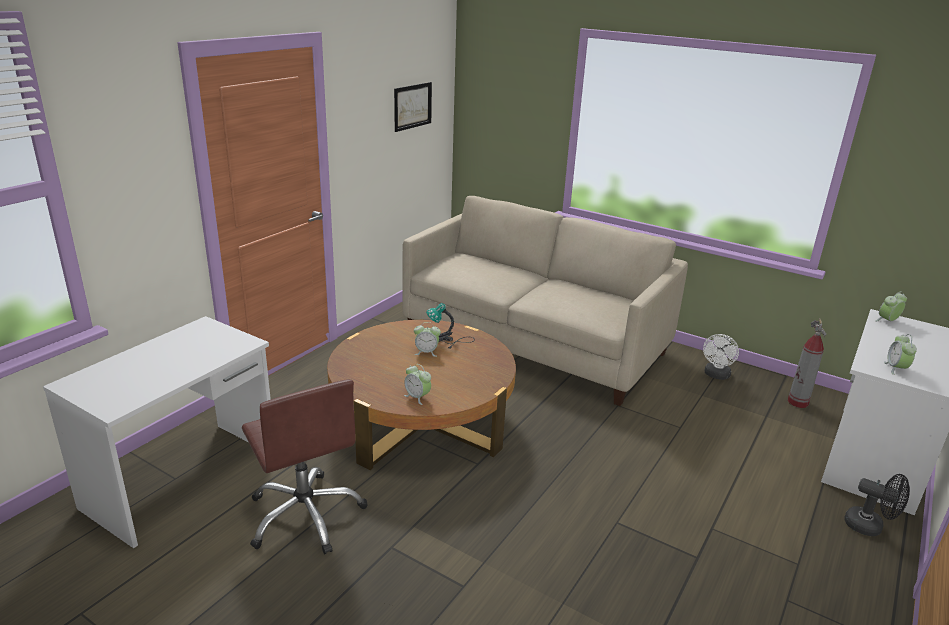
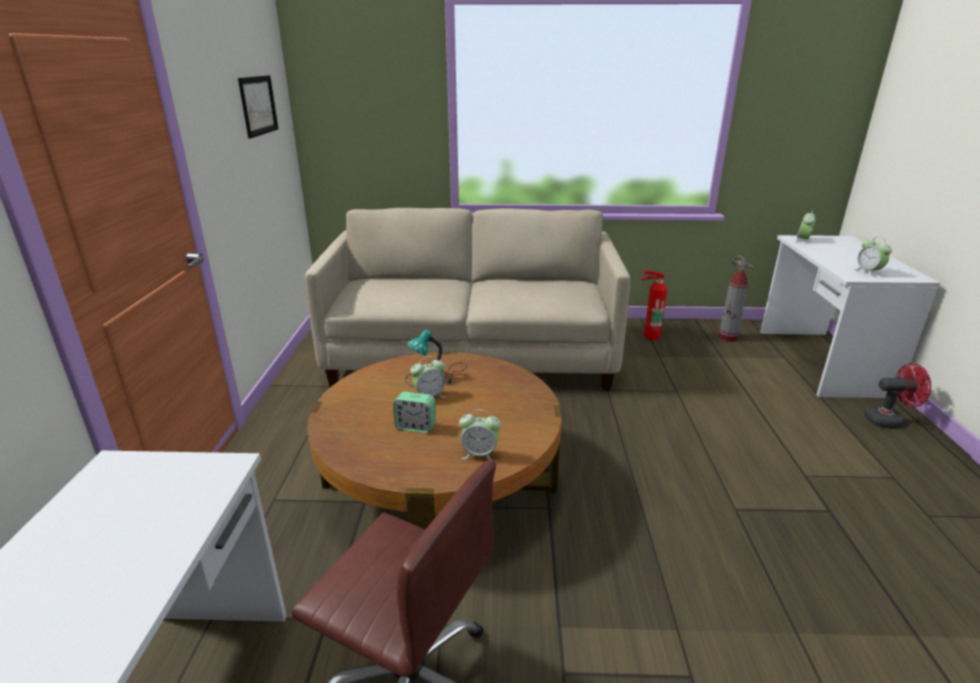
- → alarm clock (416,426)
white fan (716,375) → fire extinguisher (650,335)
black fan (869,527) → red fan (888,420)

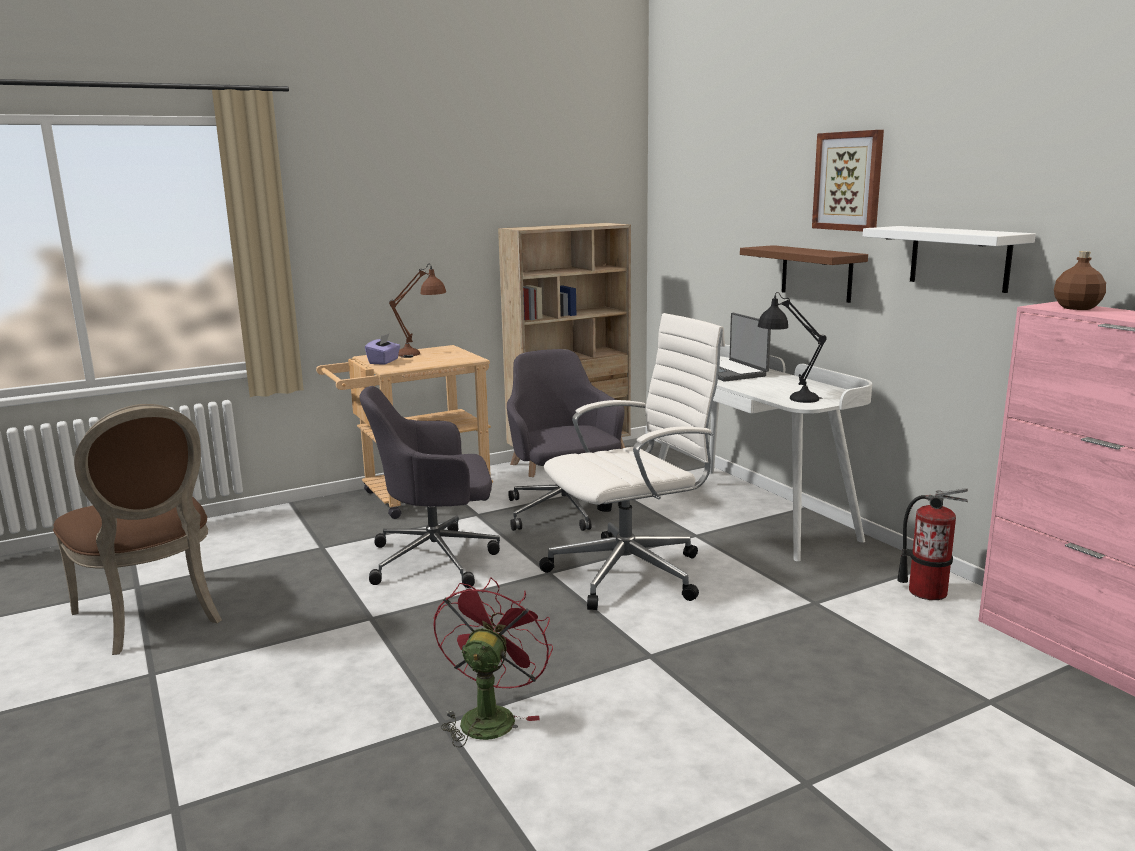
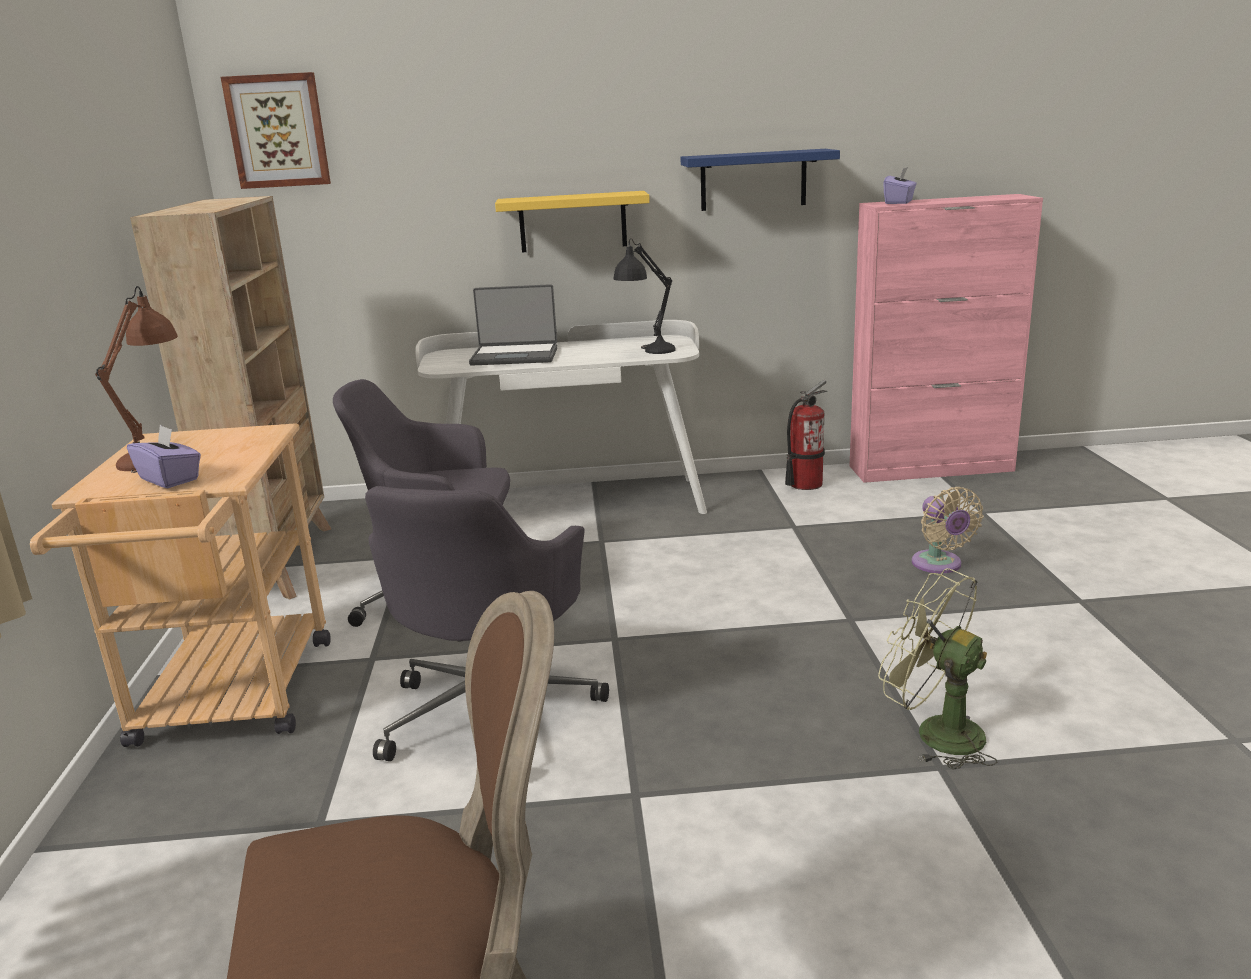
picture (848,181) → picture (278,131), move
brown shelf (816,273) → yellow shelf (572,222)
white shelf (959,258) → blue shelf (753,180)
red fan (490,715) → green fan (935,732)
brown bottle (1077,308) → purple tissue box (899,202)
- → beige fan (939,565)
white office chair (631,573) → -

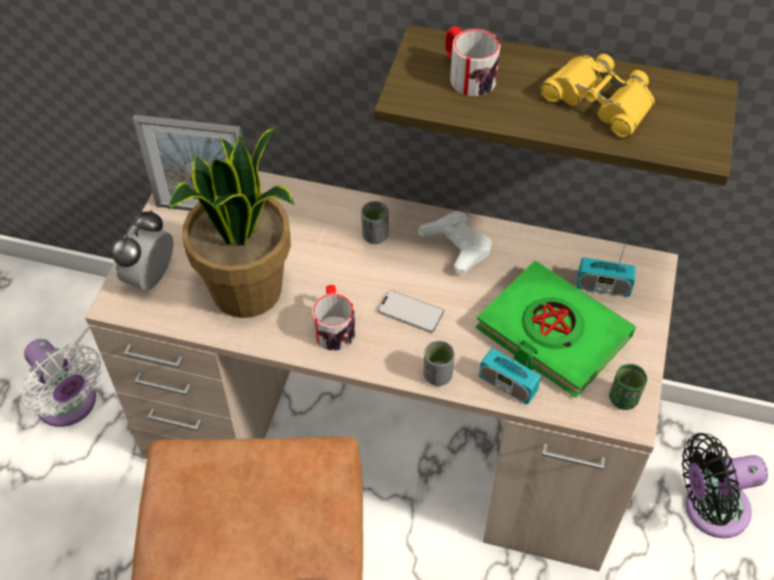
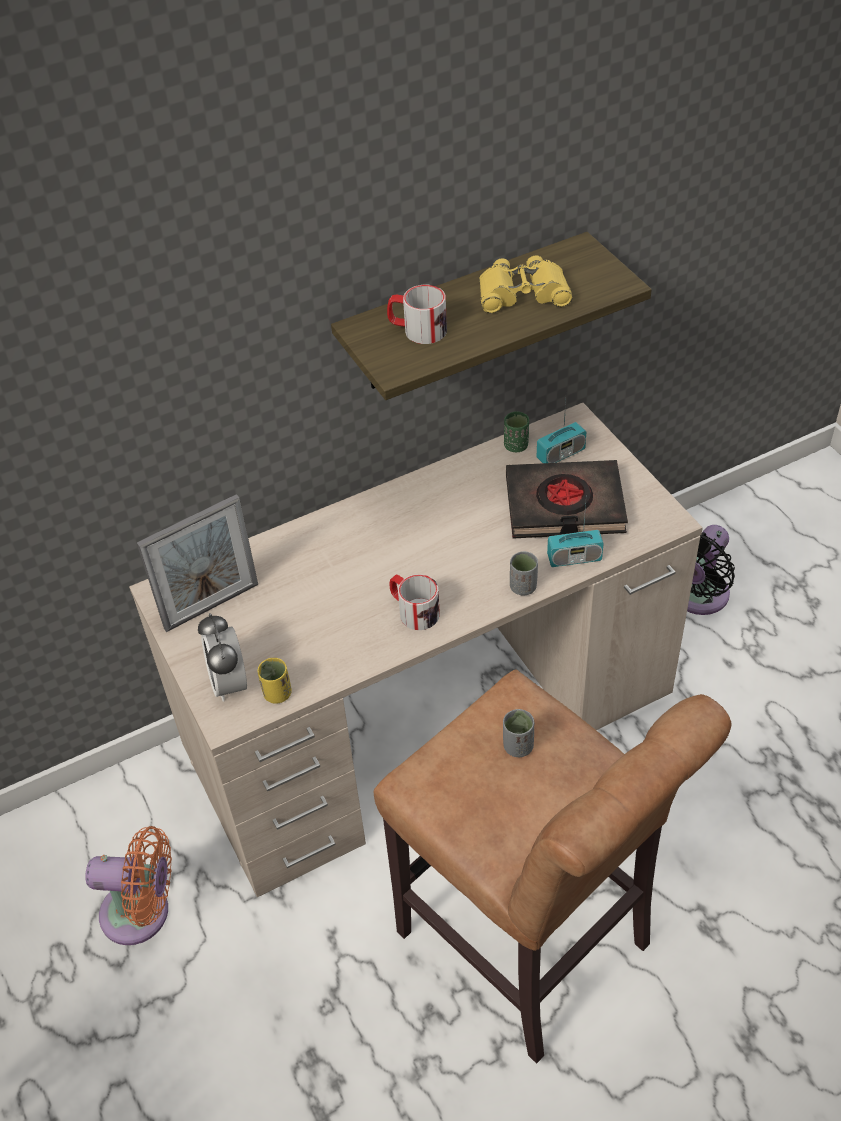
white fan (69,405) → orange fan (142,913)
- → yellow cup (277,693)
grey cup (375,236) → grey cup (518,746), move
green cup (623,399) → green cup (516,446), move
green book (552,334) → black book (564,506)
potted plant (248,291) → -
phone (410,312) → -
white game controller (456,245) → -

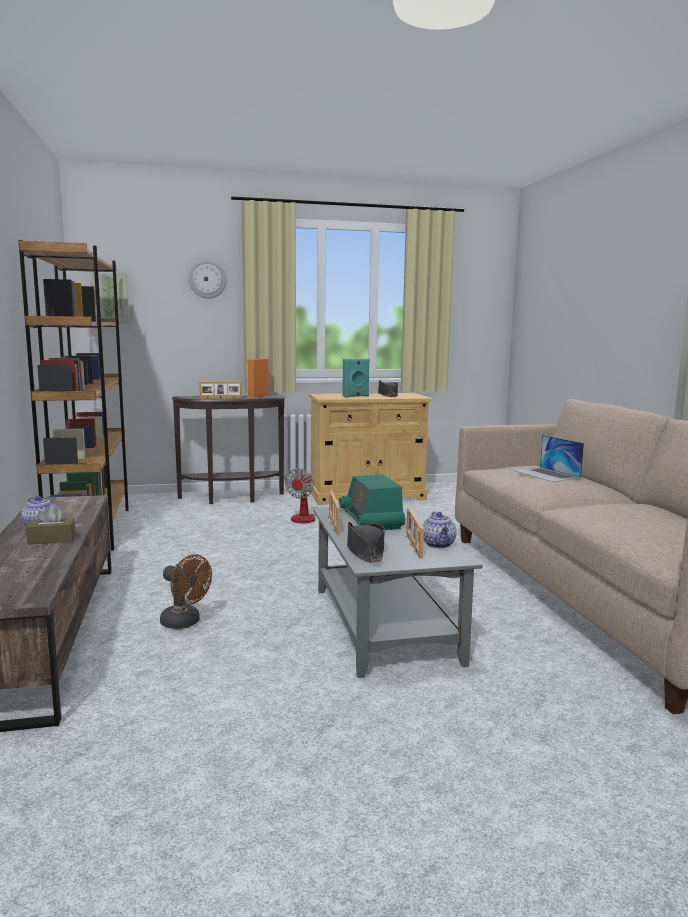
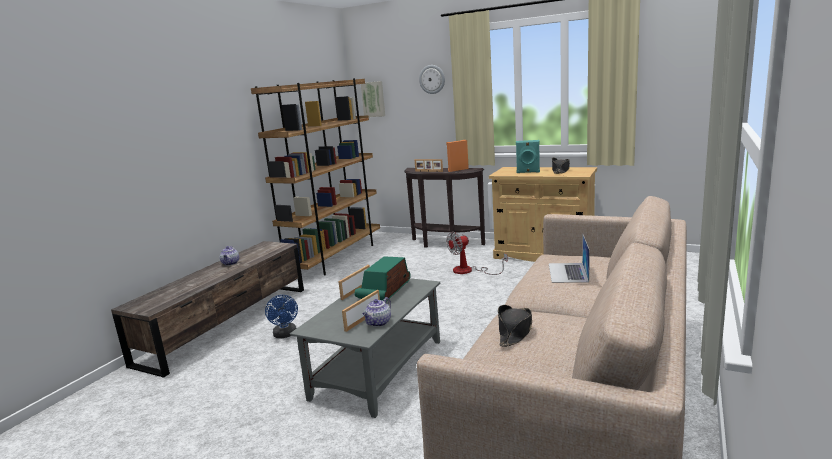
brown fan (185,623) → blue fan (285,335)
black hat (365,551) → black hat (515,331), move
brown tissue box (52,539) → -

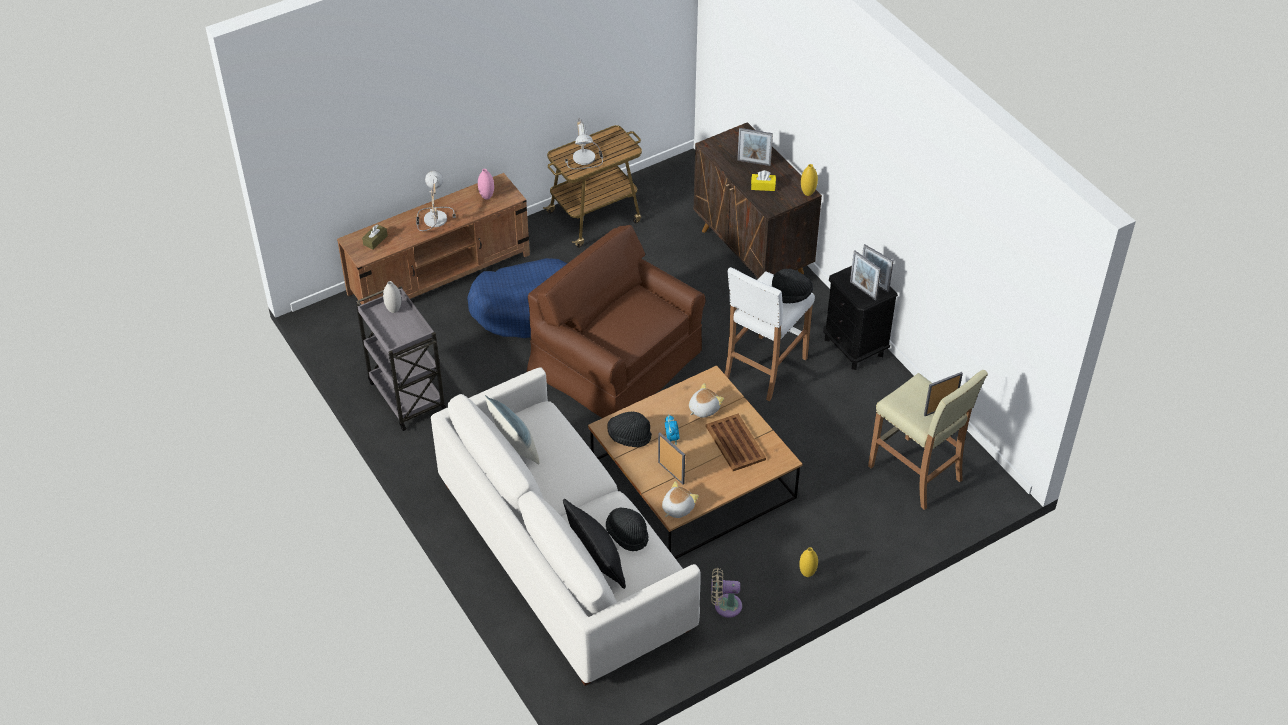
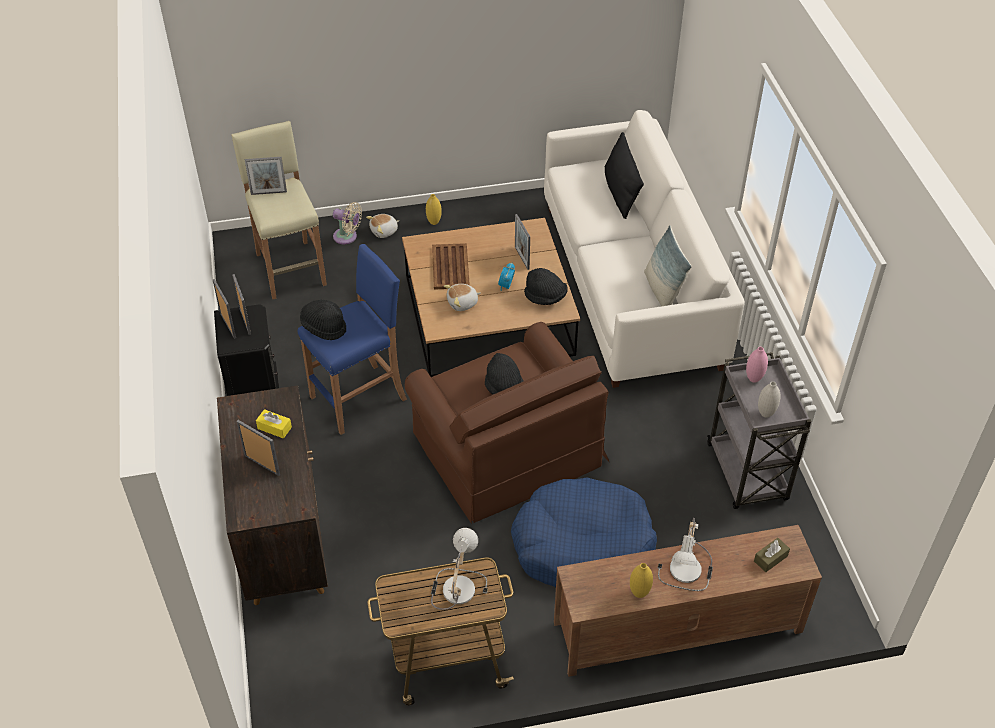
white stool (764,368) → blue stool (359,398)
beige fan (724,605) → beige fan (347,237), move
plush toy (677,508) → plush toy (384,231), move
black hat (627,534) → black hat (504,387), move
yellow vase (808,193) → yellow vase (639,593), move
pink vase (487,197) → pink vase (753,379), move

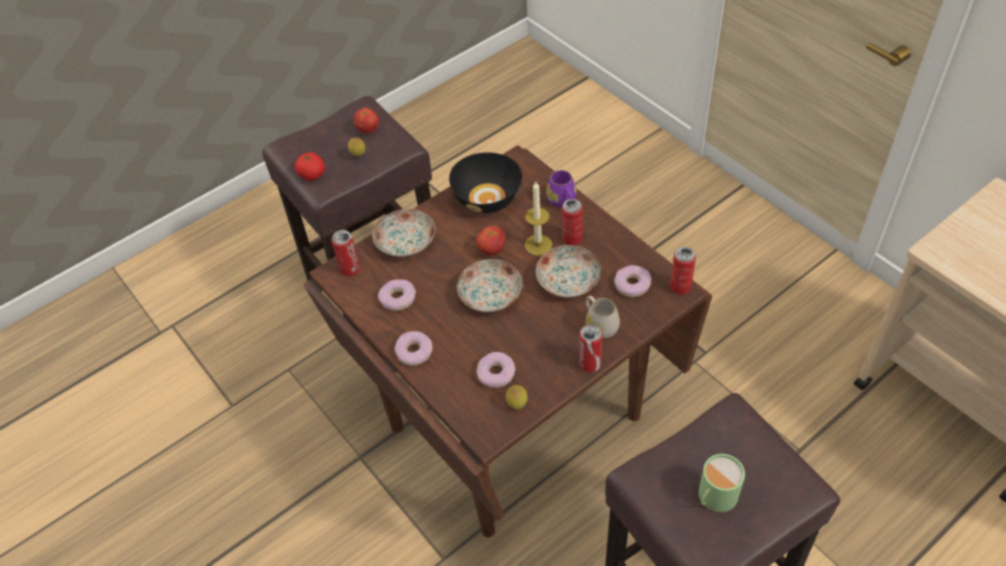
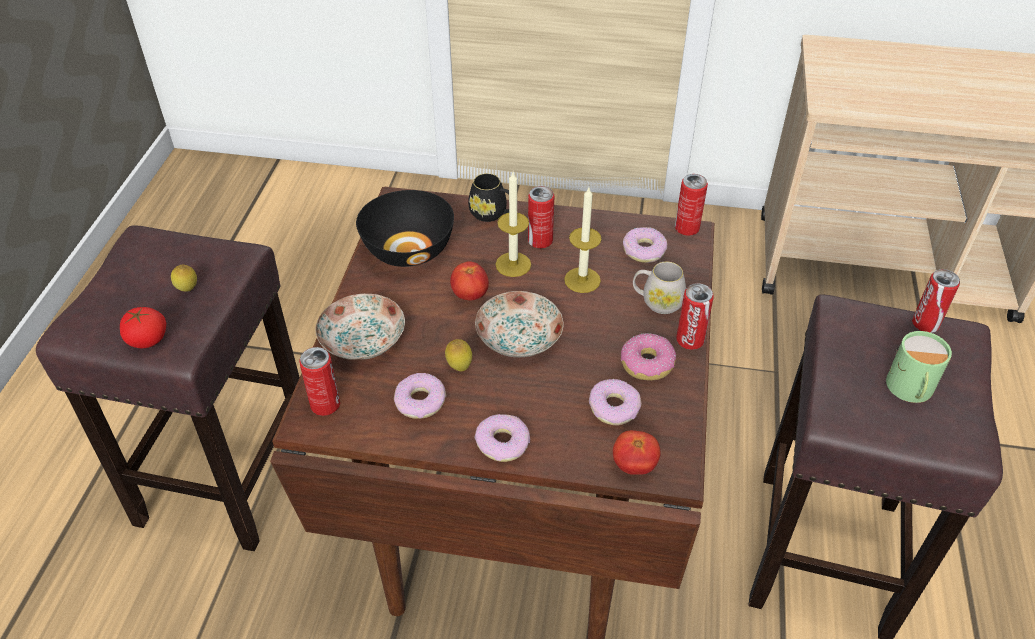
lemon (517,405) → lemon (459,367), move
purple mug (563,202) → black mug (492,214)
plate (569,281) → candle (582,280)
tomato (368,130) → tomato (634,465), move
- → donut (647,363)
- → can (925,324)

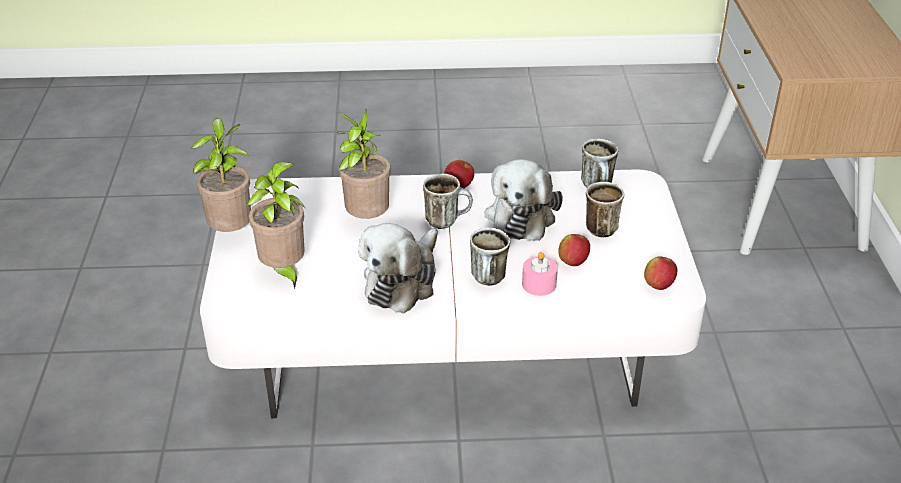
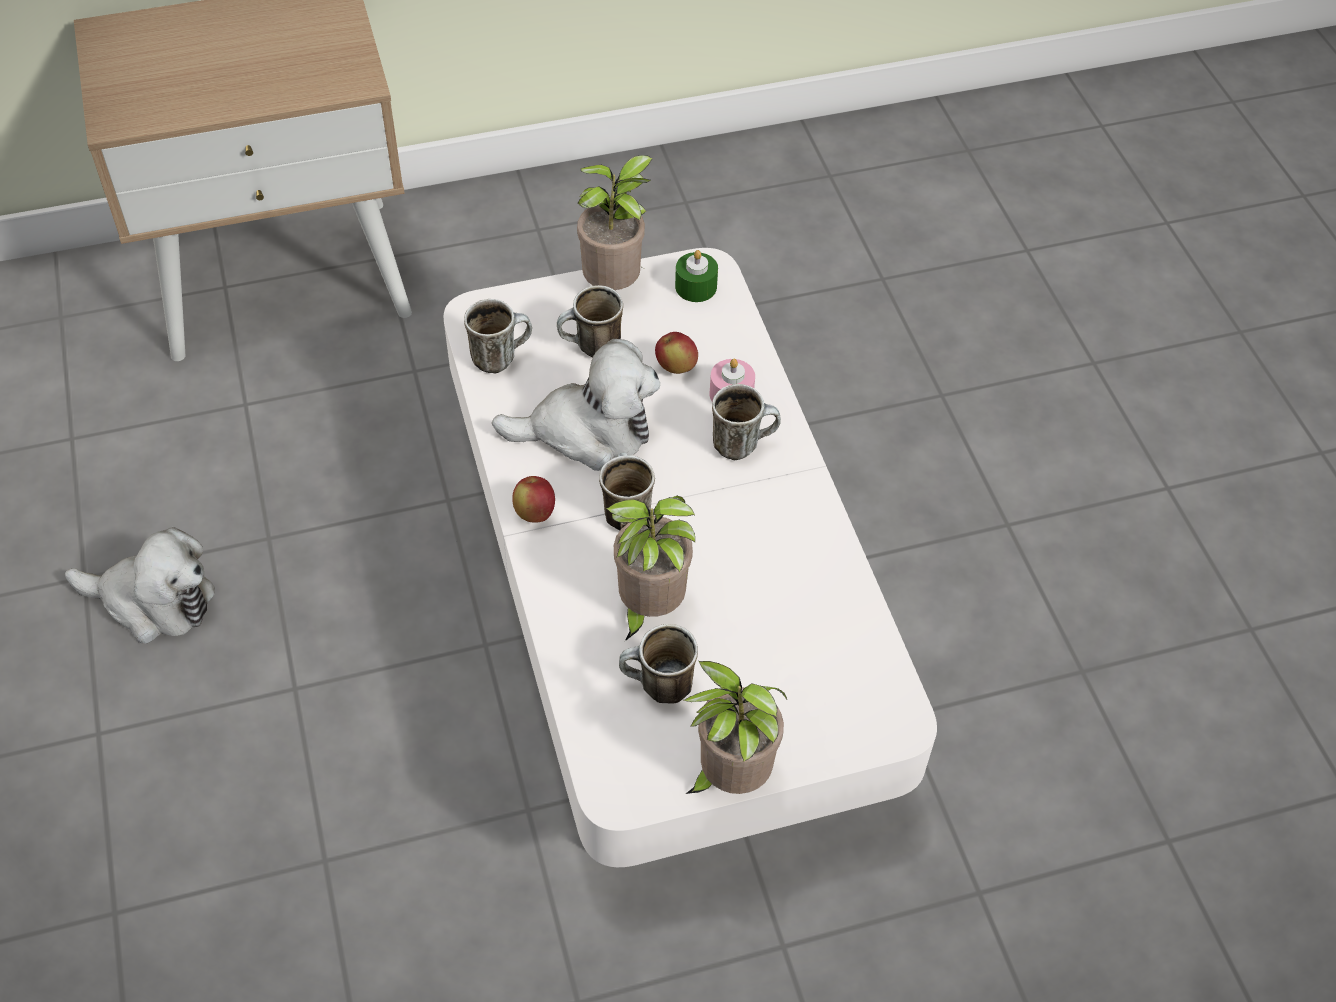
plush toy (402,281) → plush toy (153,601), move
potted plant (283,271) → potted plant (615,286), move
- → mug (657,688)
apple (658,285) → green candle (696,287)

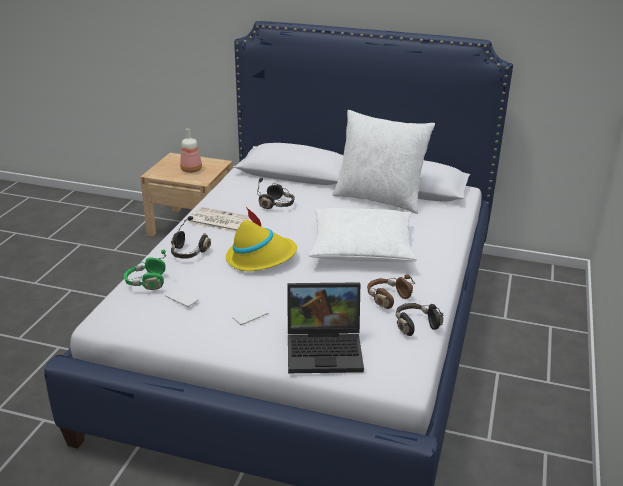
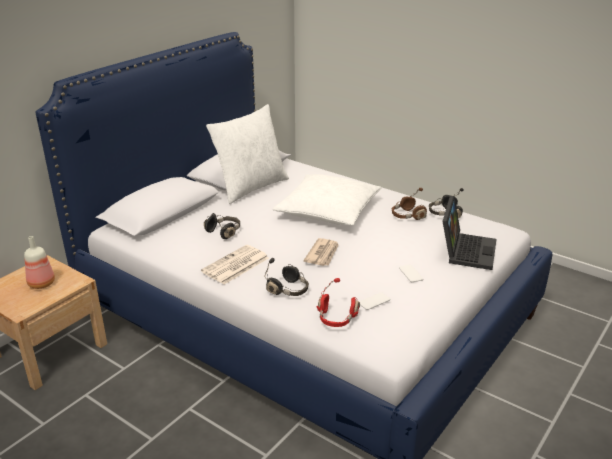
yellow hat (261,258) → newspaper (322,254)
green headphones (146,282) → red headphones (336,318)

